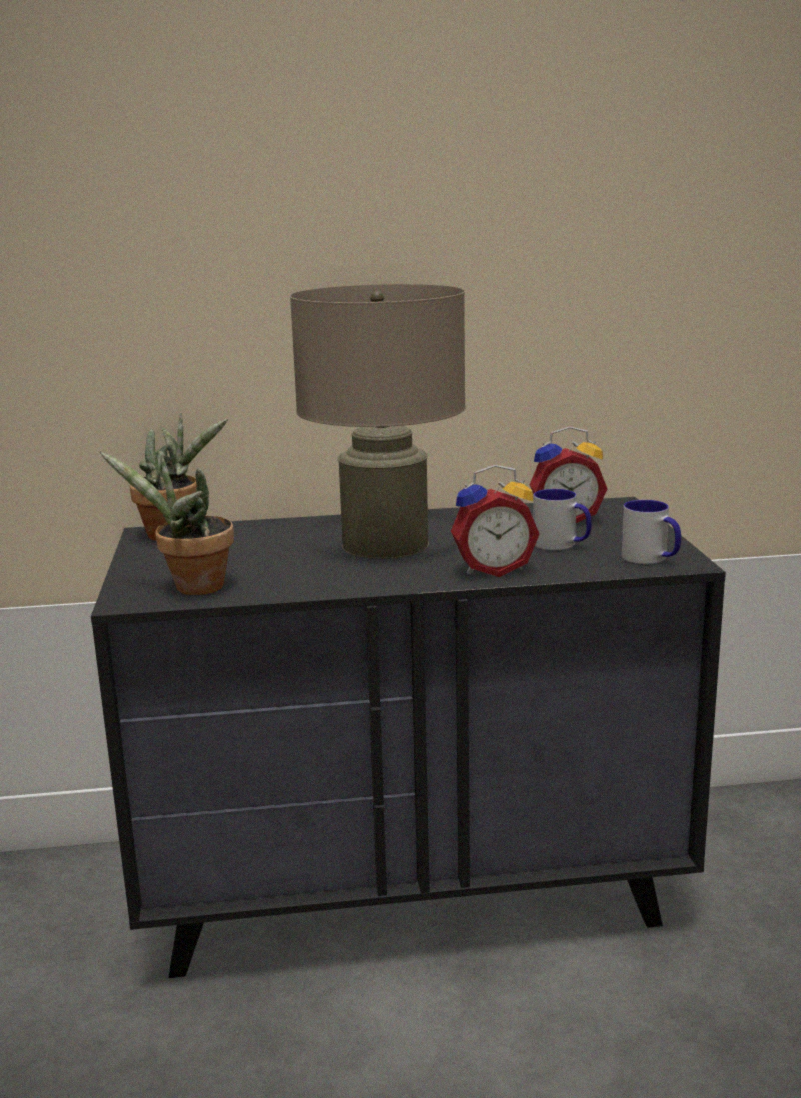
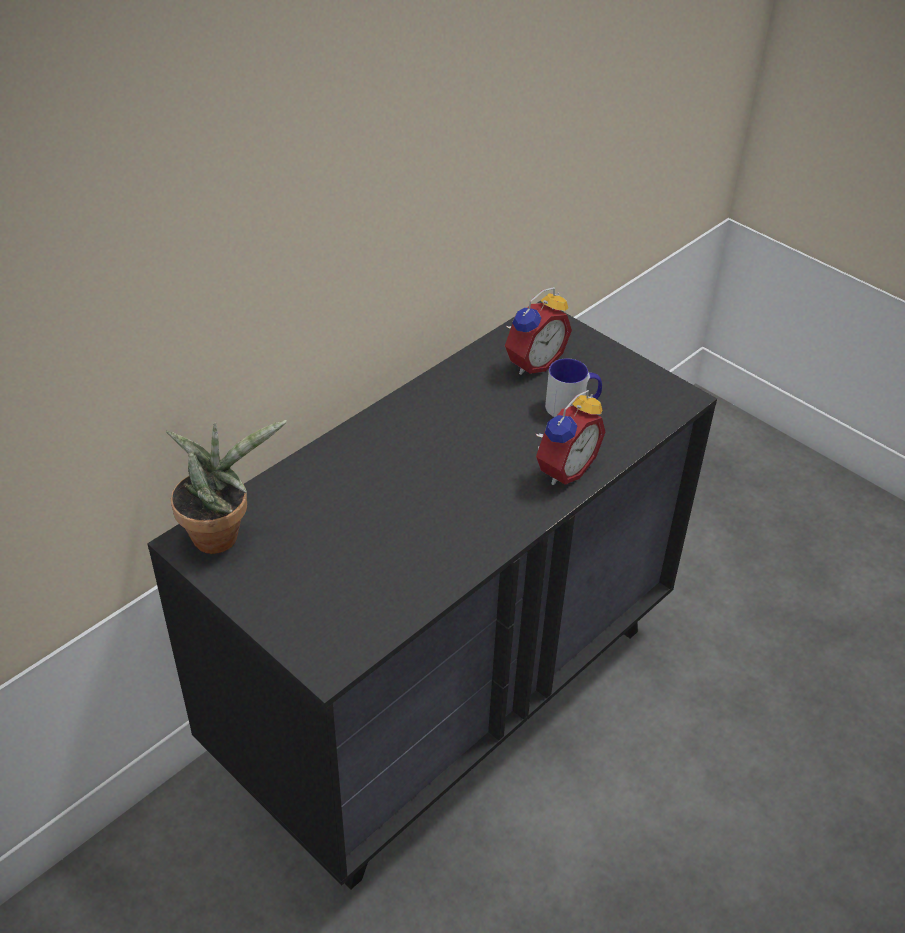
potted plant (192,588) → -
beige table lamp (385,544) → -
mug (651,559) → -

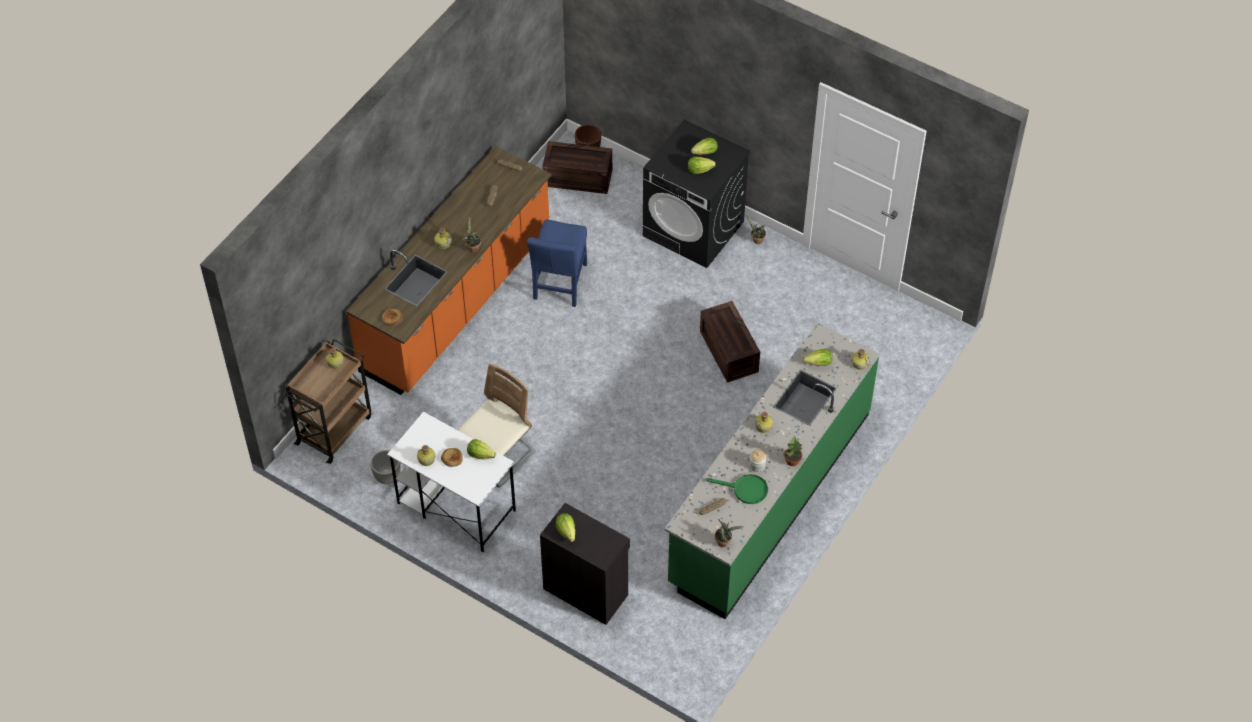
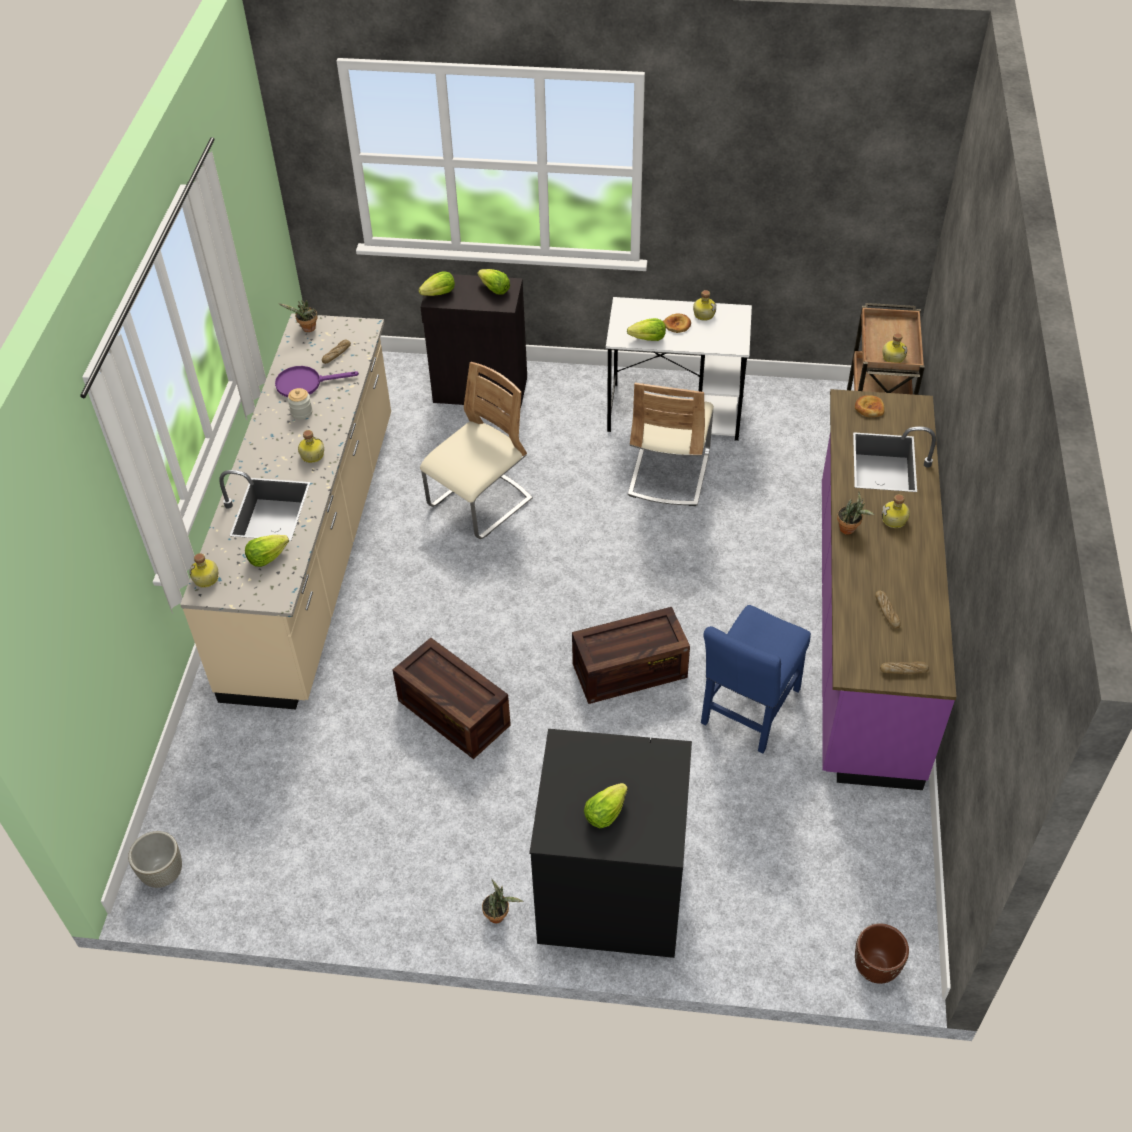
grey planter (387,476) → grey planter (163,874), move
green counter (769,498) → beige counter (315,551)
green frying pan (745,490) → purple frying pan (305,383)
lettuce (699,170) → lettuce (439,294), move
- → beige chair (480,504)
crate (579,177) → crate (628,672), move
blue chair (560,284) → blue chair (749,711), 135 degrees counterclockwise
orange counter (457,302) → purple counter (864,628)
potted plant (792,460) → -

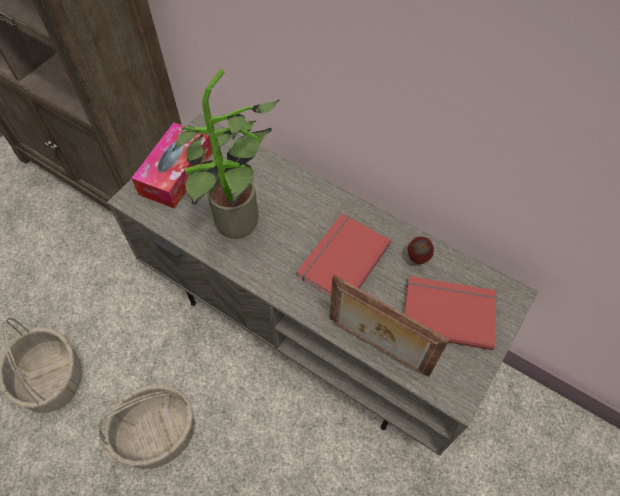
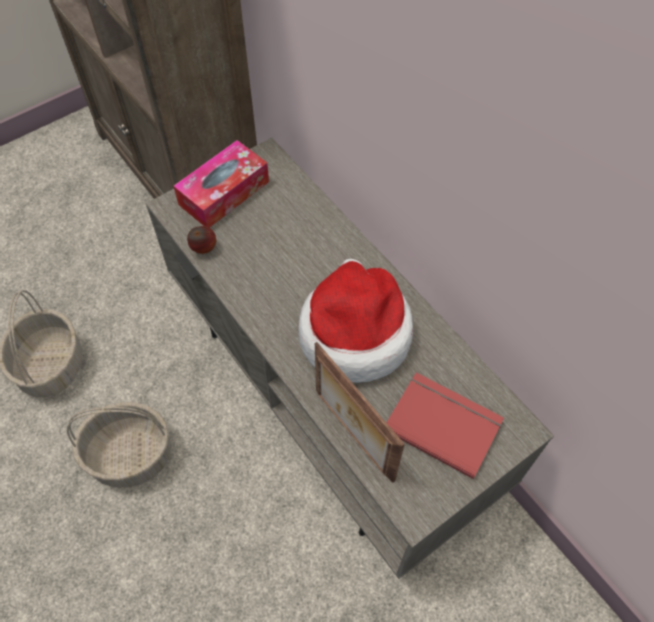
apple (417,258) → apple (204,249), move
red book (341,259) → hat (354,332)
potted plant (238,228) → -

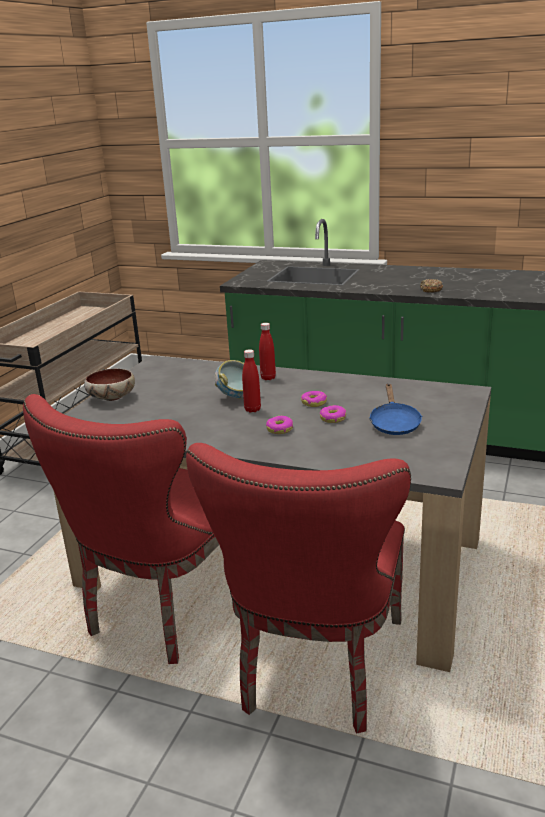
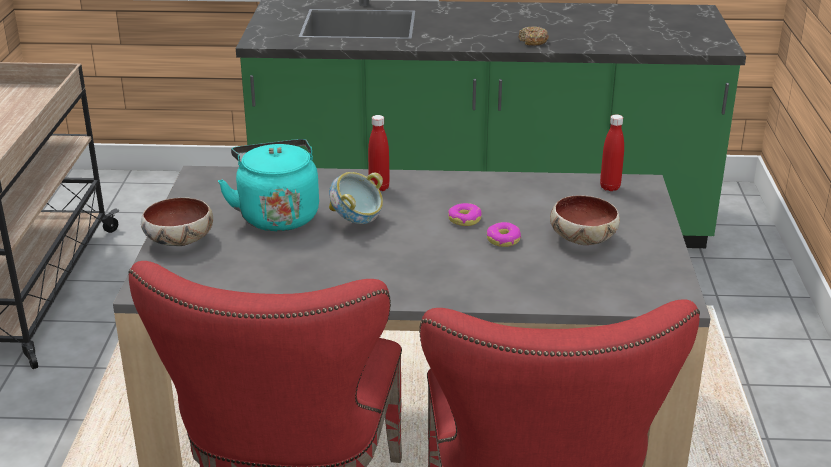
- → turquoise kettle (277,215)
blue frying pan (394,423) → bowl (581,238)
red bottle (252,409) → red bottle (610,187), move
donut (279,429) → -

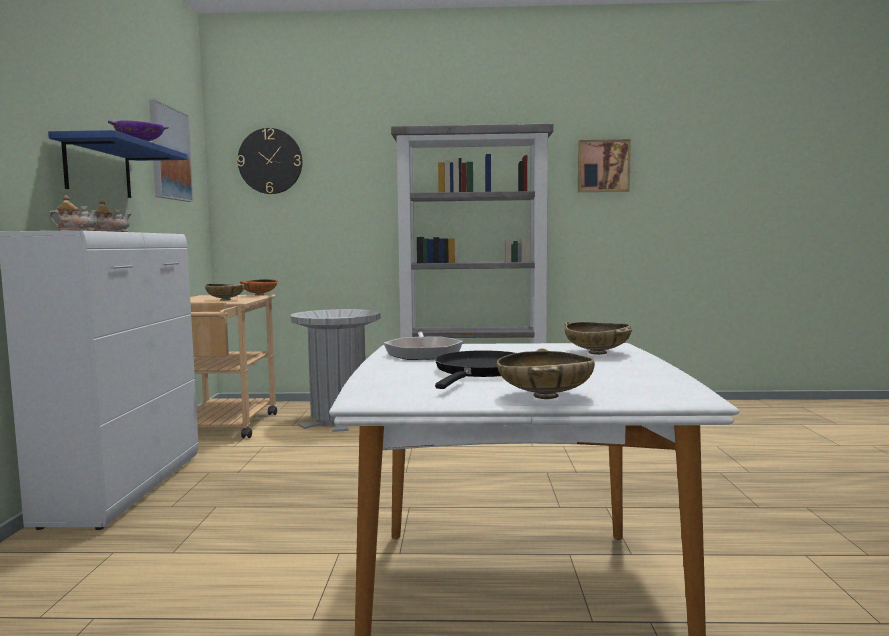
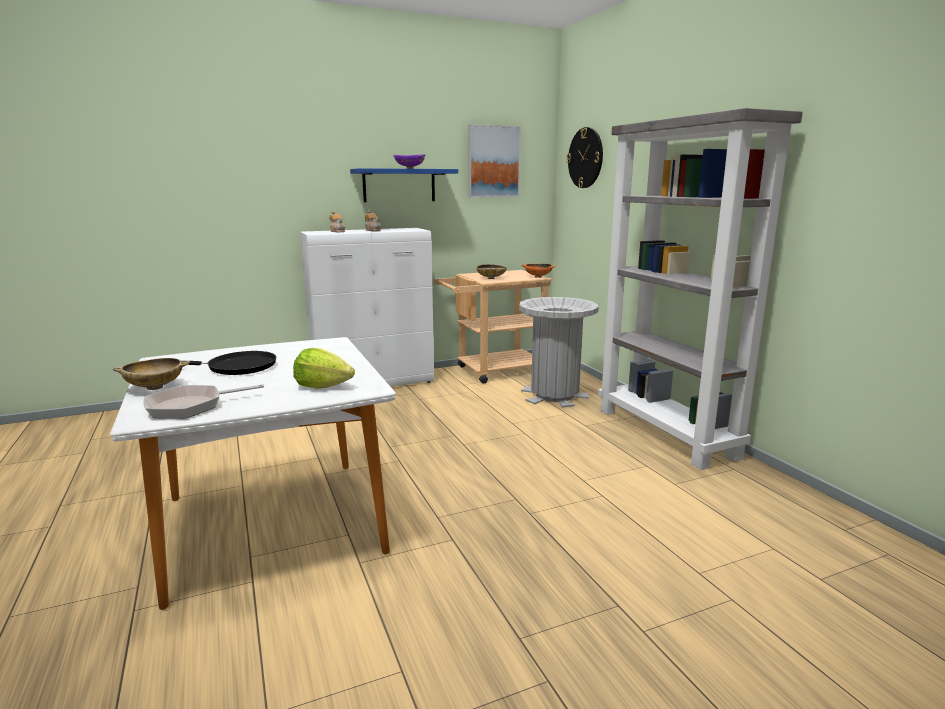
frying pan (423,353) → frying pan (191,406), move
beige bowl (597,353) → lettuce (323,386)
picture (603,166) → -

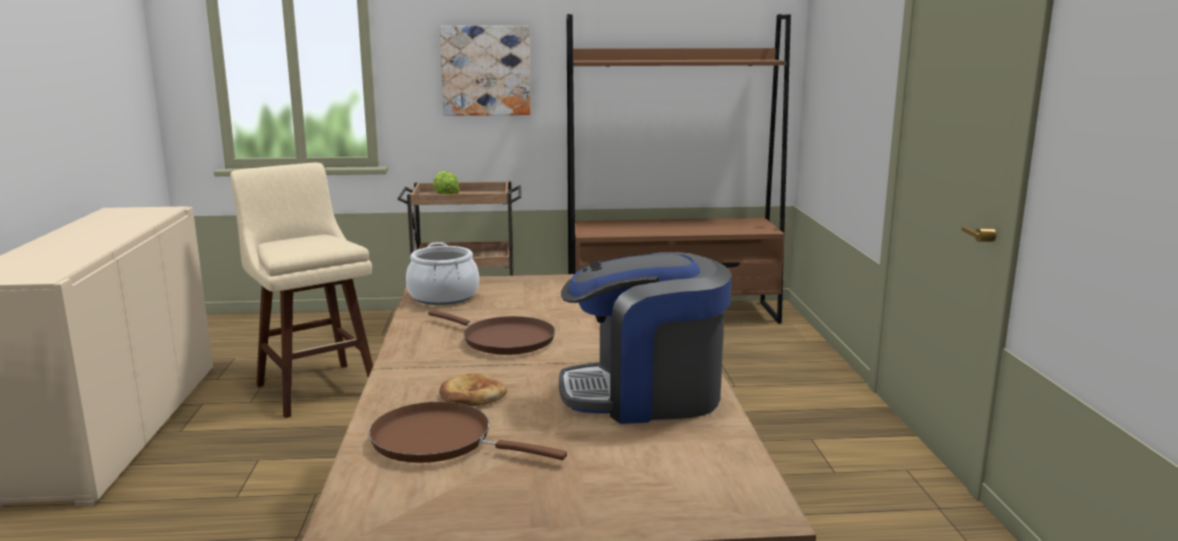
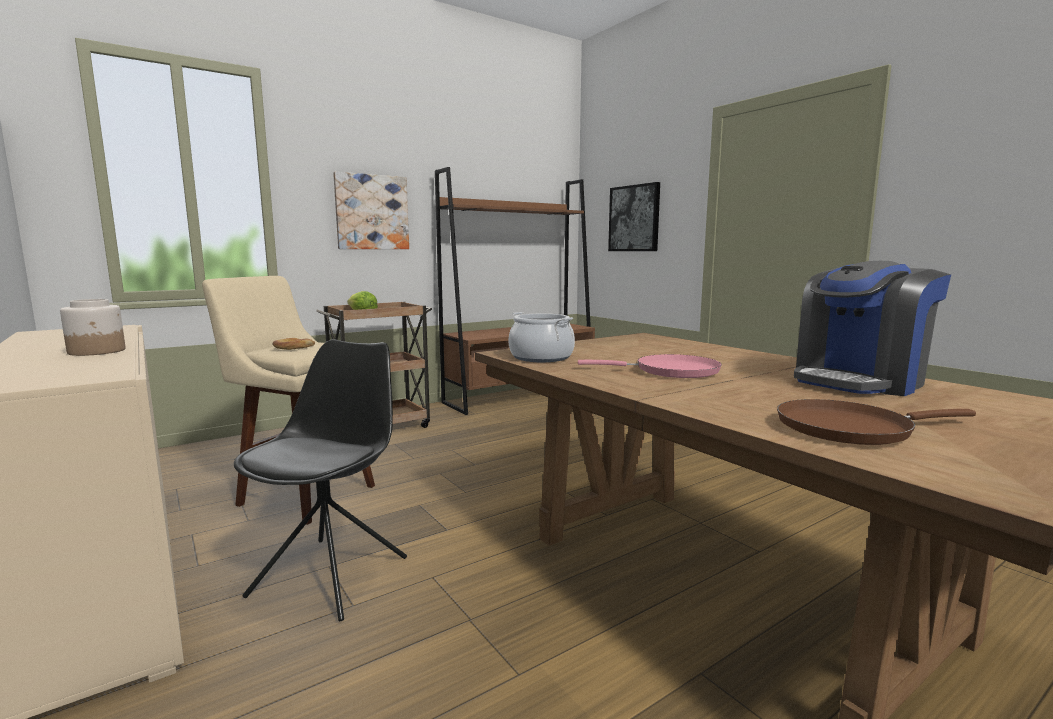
- → jar (97,351)
- → black chair (332,575)
bread (471,396) → bread (293,347), move
brown frying pan (503,340) → pink frying pan (670,371)
- → picture (634,218)

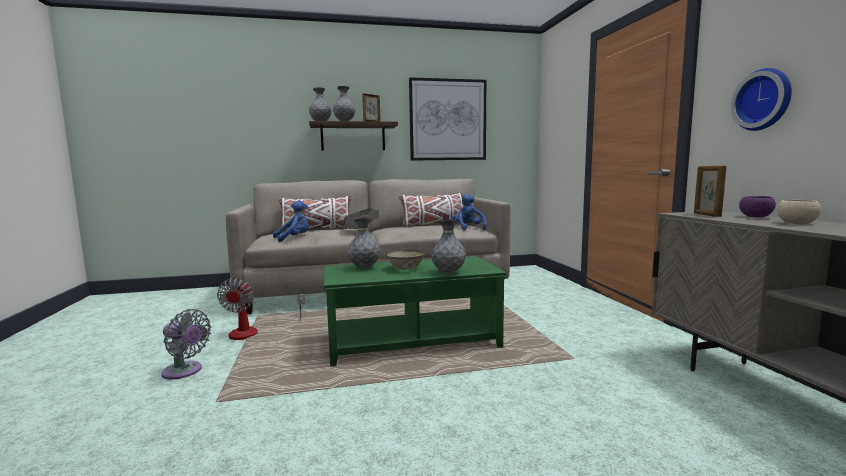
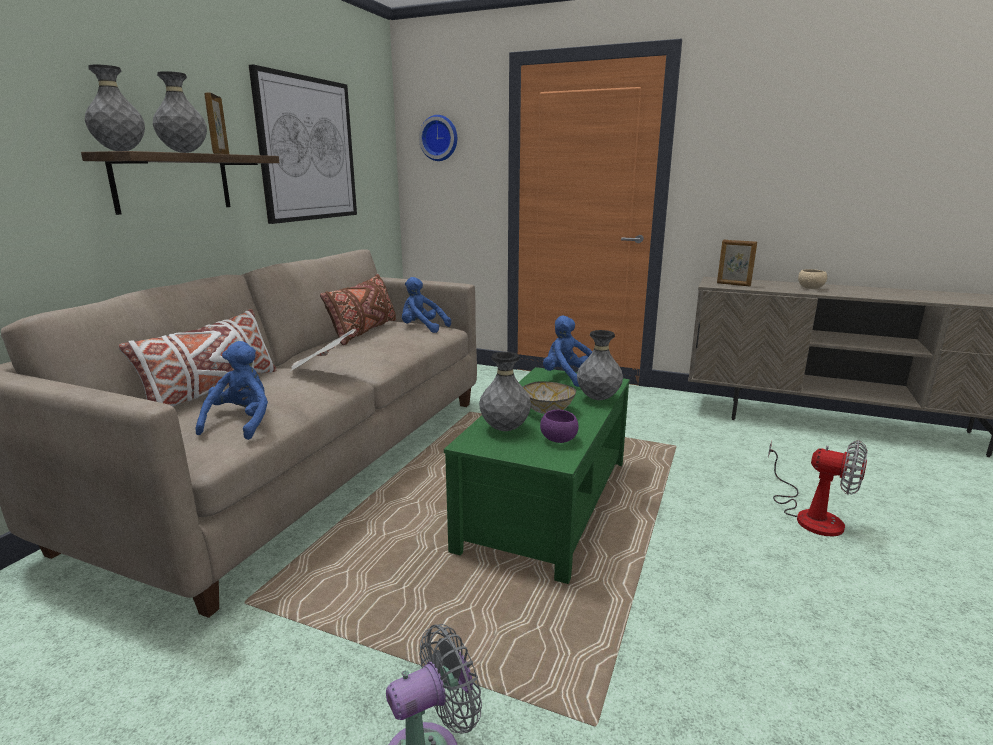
white pillow (433,225) → brown pillow (363,332)
wall clock (764,100) → wall clock (439,138), move
purple bowl (755,217) → purple bowl (558,440), move
- → blue plush toy (568,377)
fan (254,332) → fan (810,514), move

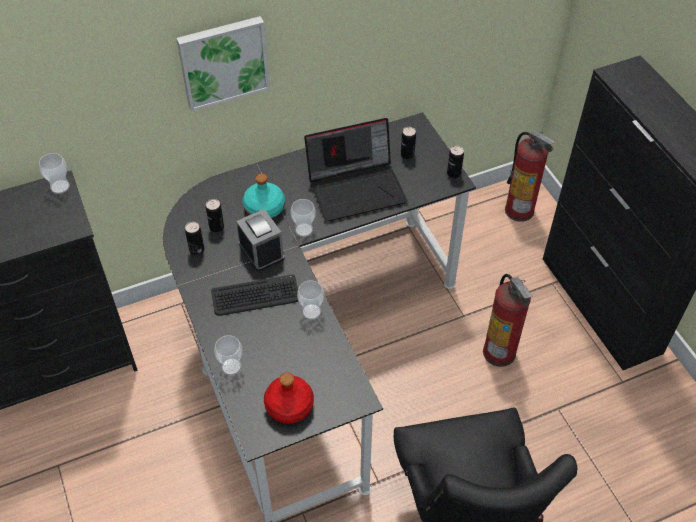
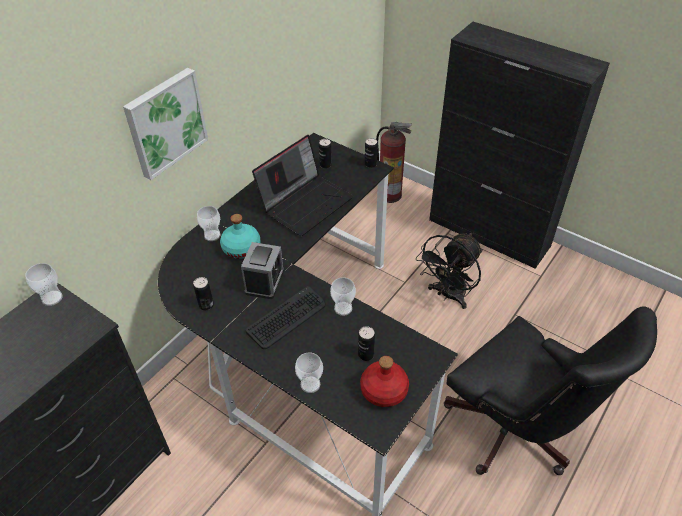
cup (304,230) → cup (212,235), move
alarm clock (261,251) → alarm clock (264,281), 75 degrees clockwise
can (216,227) → can (366,354), move
fire extinguisher (499,352) → black fan (448,295)

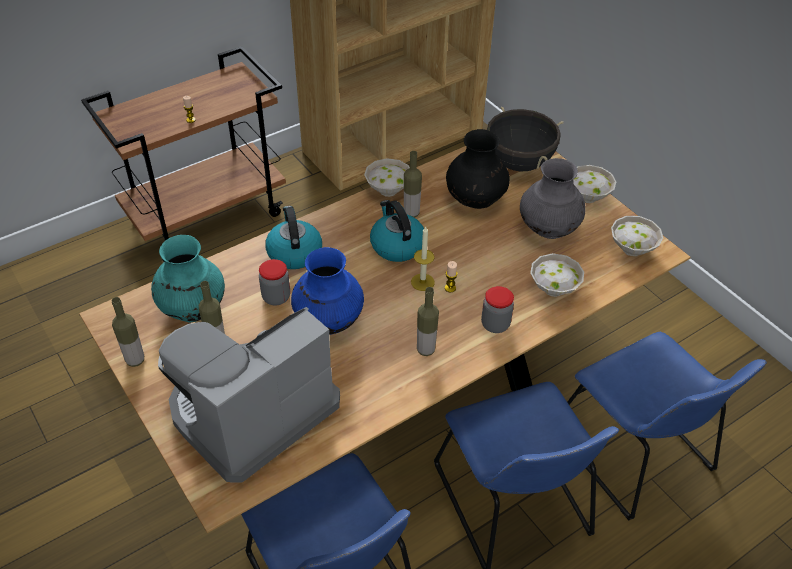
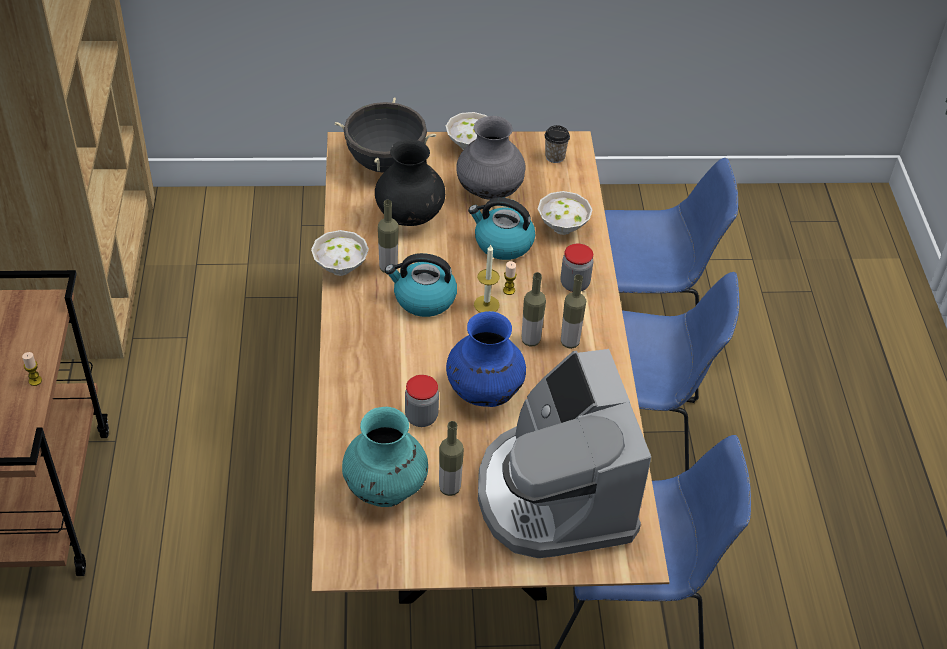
kettle (294,252) → kettle (502,243), move
bottle (135,360) → bottle (530,340), move
white bowl (632,249) → cup (555,157)

